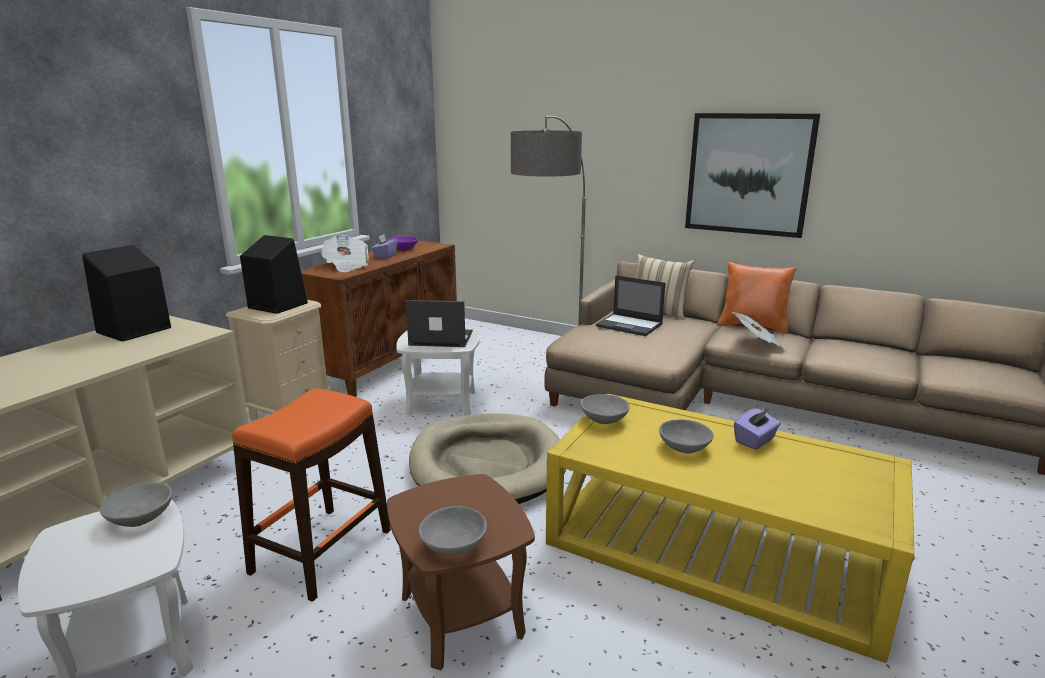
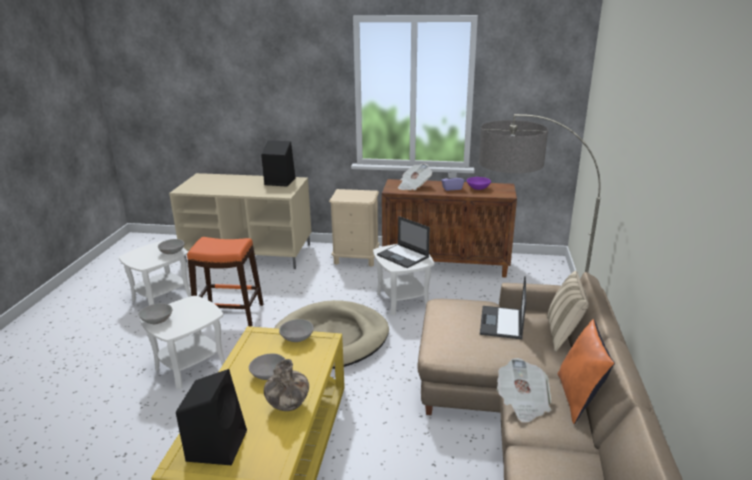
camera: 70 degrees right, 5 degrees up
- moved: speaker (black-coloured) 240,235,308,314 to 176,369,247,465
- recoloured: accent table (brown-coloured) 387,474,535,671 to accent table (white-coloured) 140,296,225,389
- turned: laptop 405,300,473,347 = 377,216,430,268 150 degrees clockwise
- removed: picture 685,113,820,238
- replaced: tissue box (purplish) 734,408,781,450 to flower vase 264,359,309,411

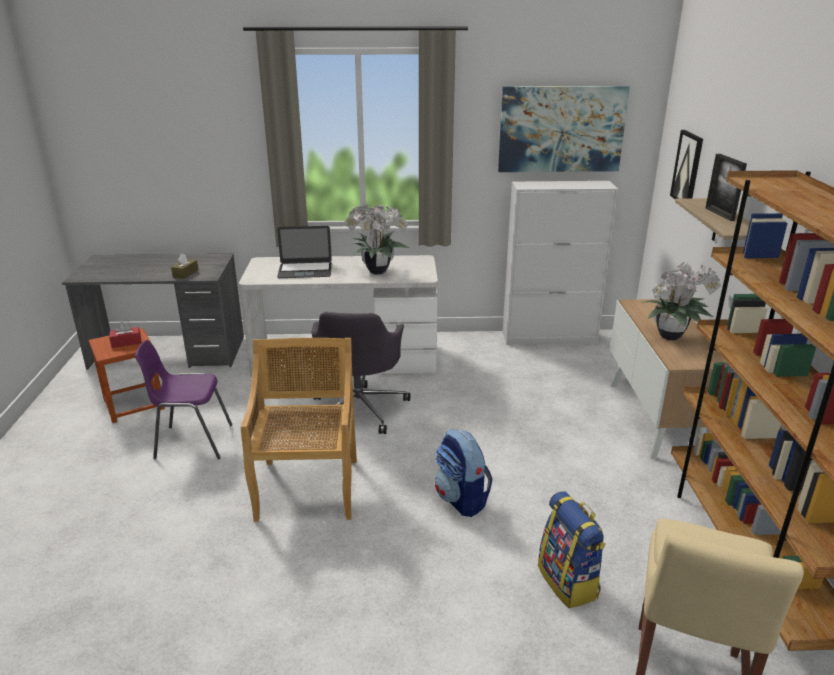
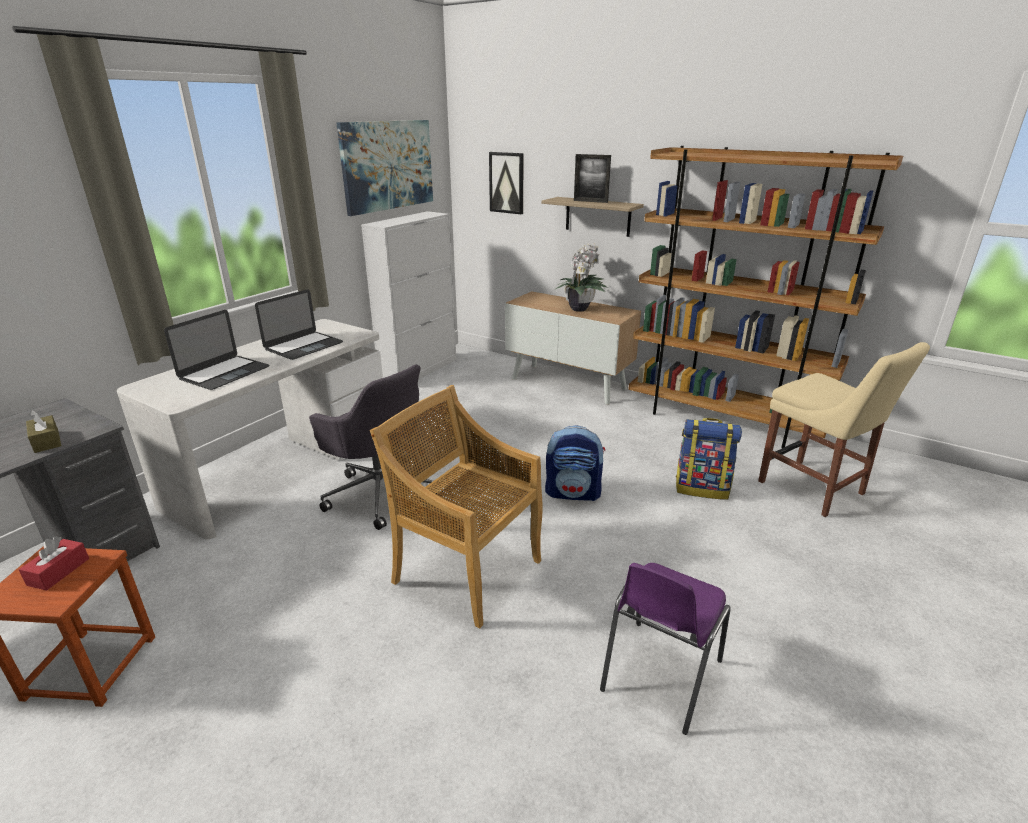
camera: 55 degrees left, 0 degrees up
- moved: upright chair (purplish) 135,340,233,459 to 600,563,731,735
- replaced: potted plant 344,203,409,274 to laptop 255,289,343,360

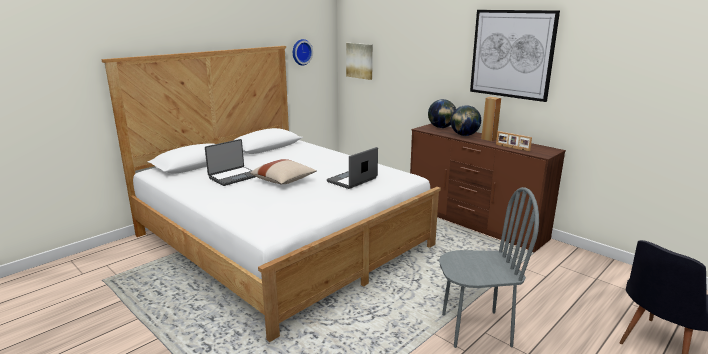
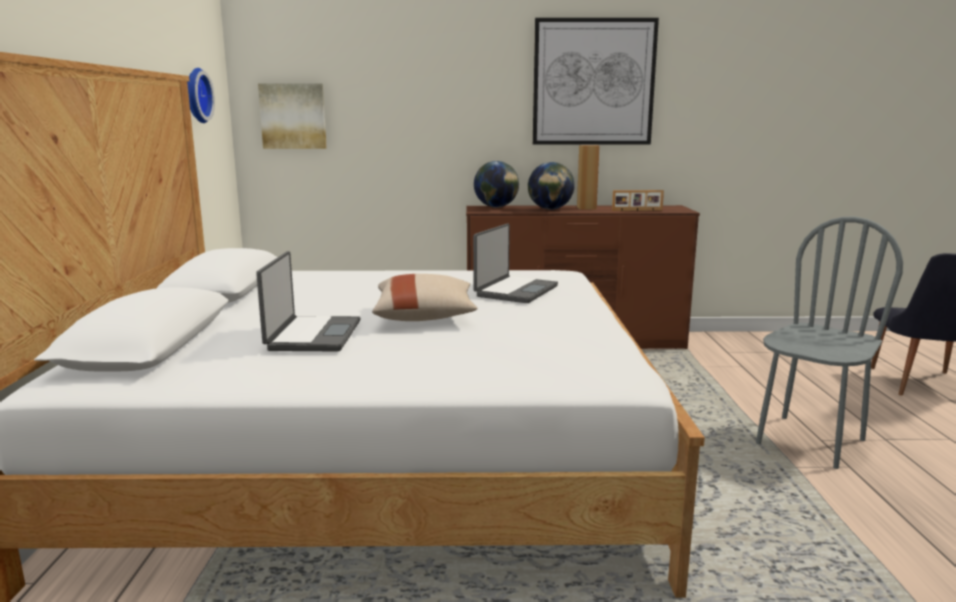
camera: 45 degrees left, 5 degrees down
- turned: laptop 327,147,378,189 = 473,224,558,303 150 degrees counterclockwise

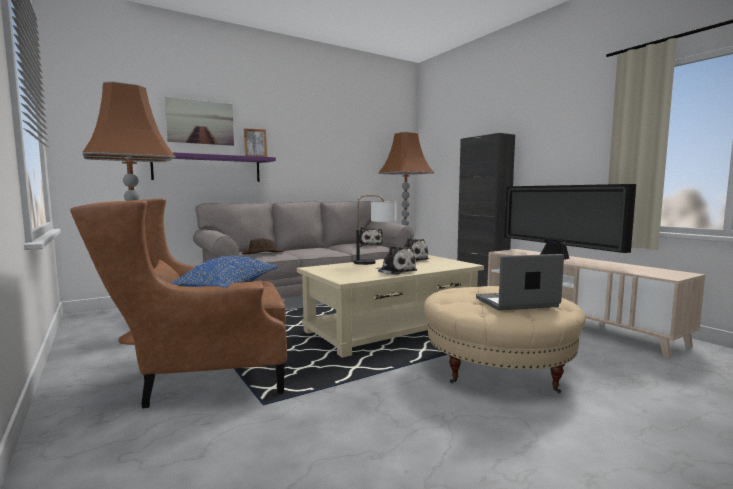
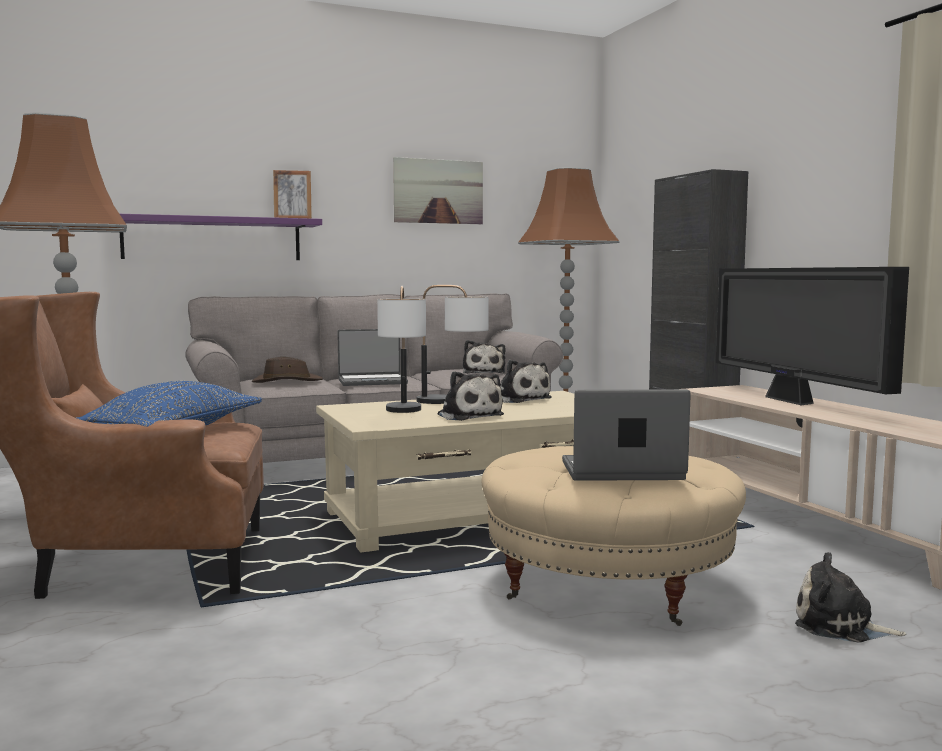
camera: 10 degrees right, 0 degrees up
- moved: picture 165,96,234,146 to 393,157,483,224
- added: laptop 337,329,408,386
- added: table lamp 377,286,426,413
- added: plush toy 795,552,906,643

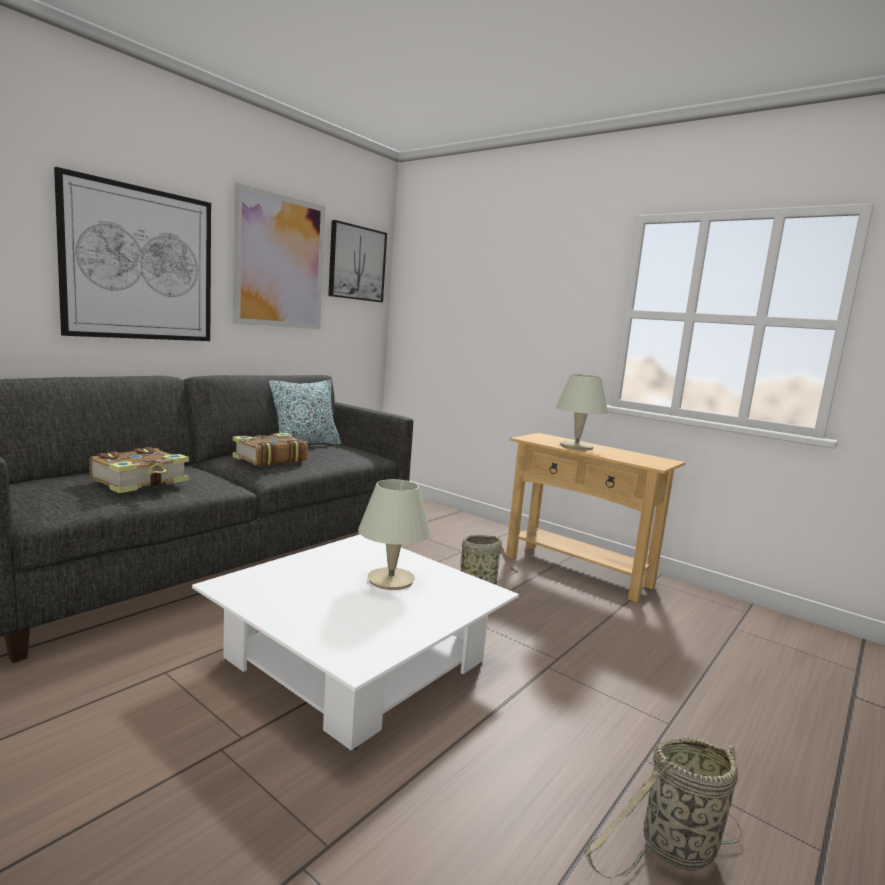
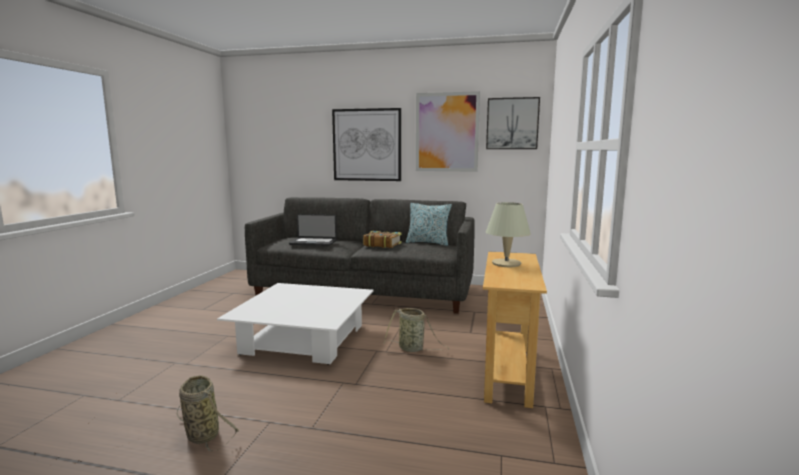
camera: 65 degrees right, 0 degrees up
- replaced: volume 89,447,189,493 to laptop 289,214,337,246
- removed: table lamp (sand-coloured) 358,479,431,590

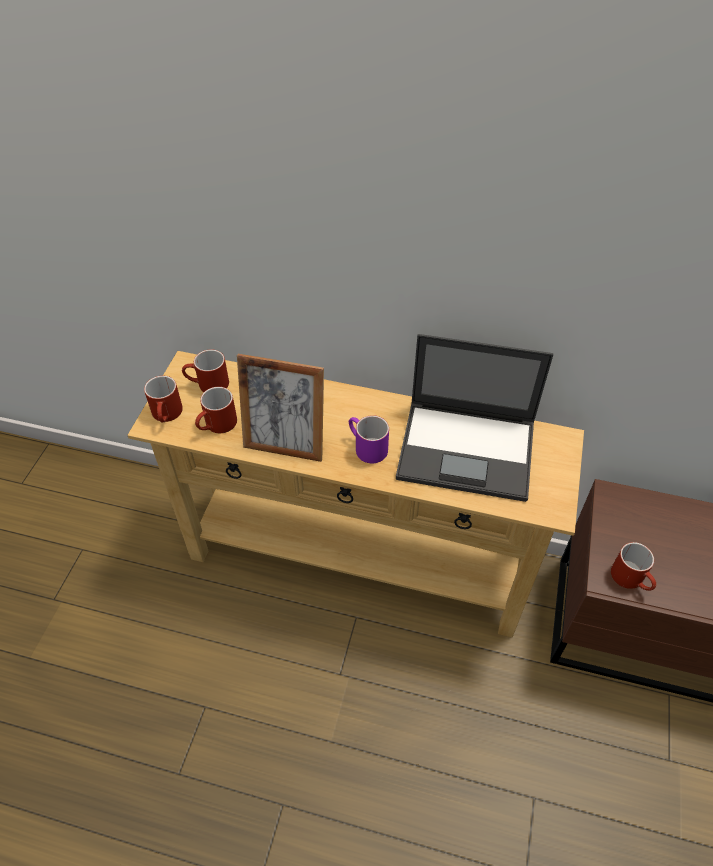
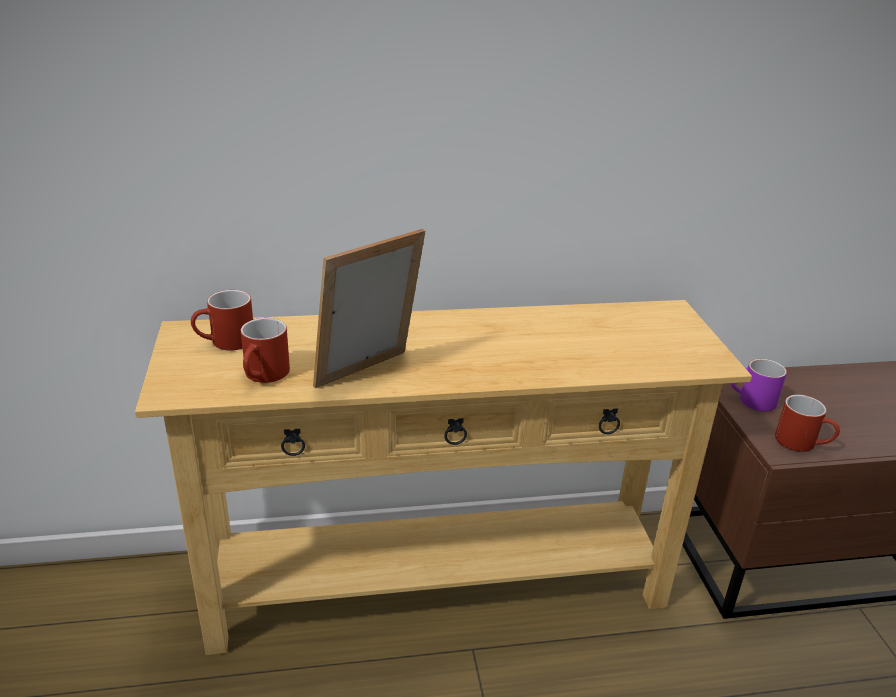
camera: 25 degrees left, 20 degrees down
- removed: mug (reddish) 144,376,183,422
- turned: picture frame 237,354,324,462 = 313,229,425,388 150 degrees clockwise
- moved: mug (purplish) 349,415,389,463 to 730,359,787,412
- removed: laptop 396,334,553,502

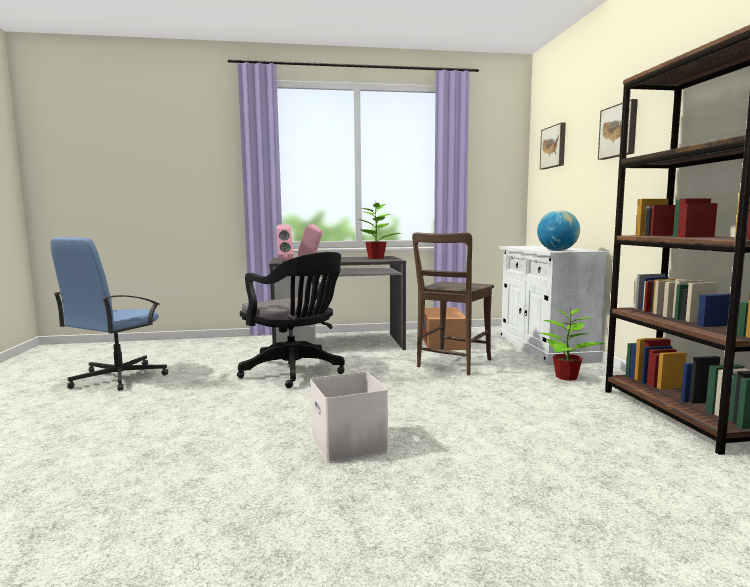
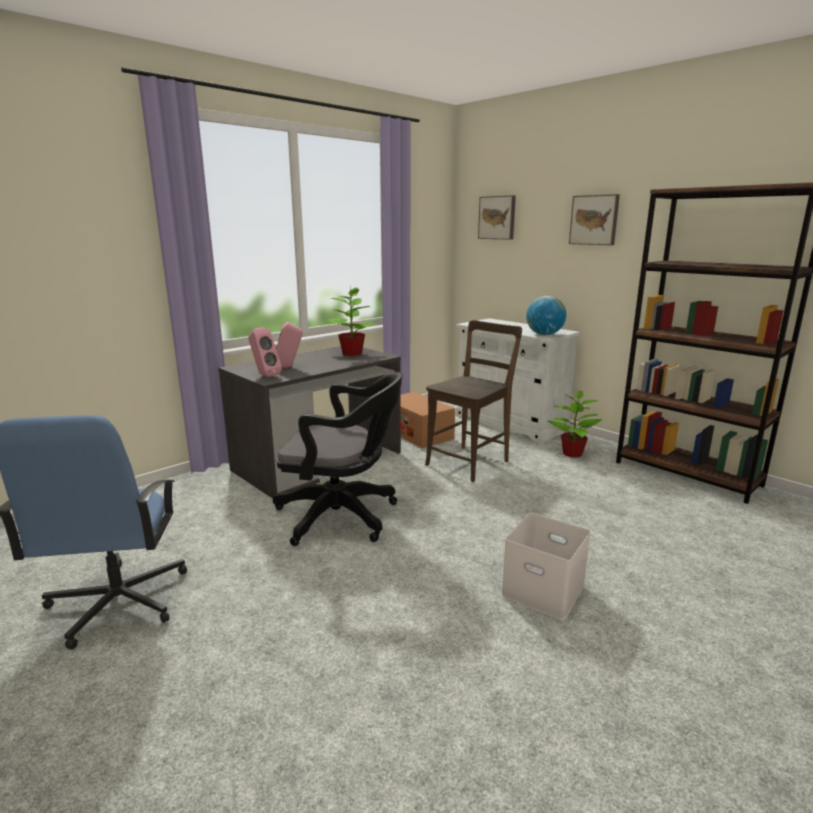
camera: 35 degrees left, 10 degrees up
- turned: upright chair (brown-coloured) 412,232,494,375 = 425,320,522,482 135 degrees counterclockwise

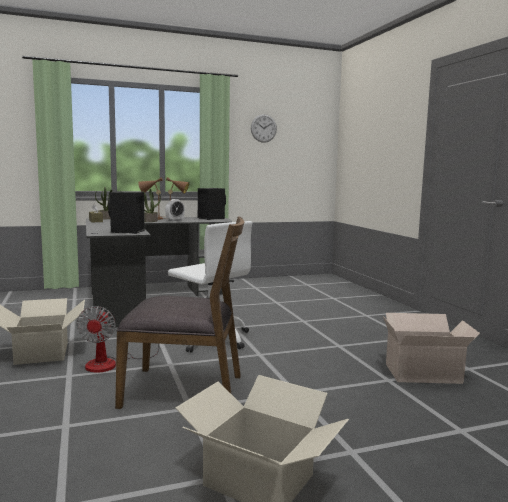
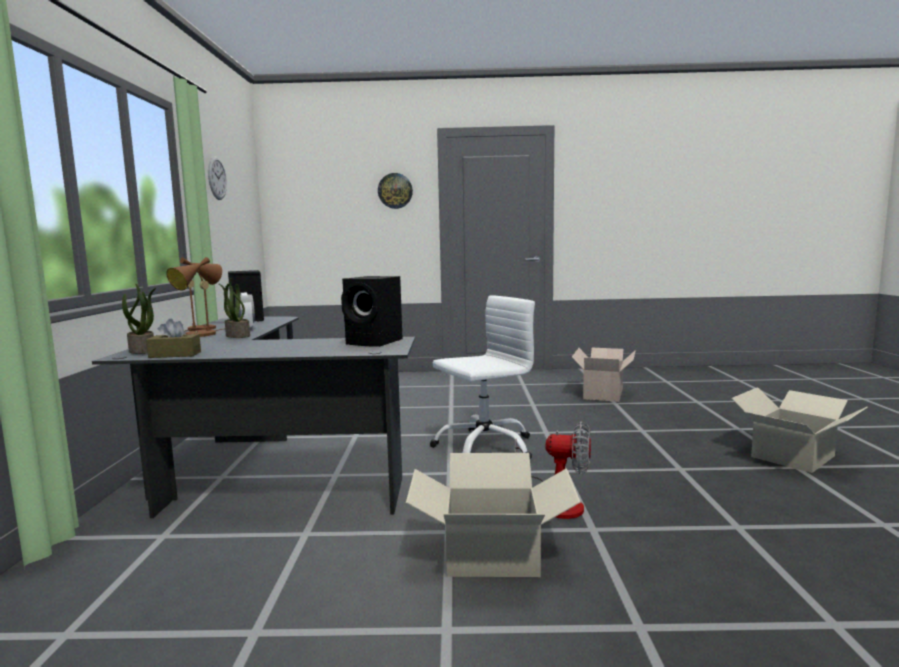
camera: 70 degrees left, 0 degrees up
- removed: upright chair (brown-coloured) 115,216,244,409
- added: hanging clock 378,173,413,209

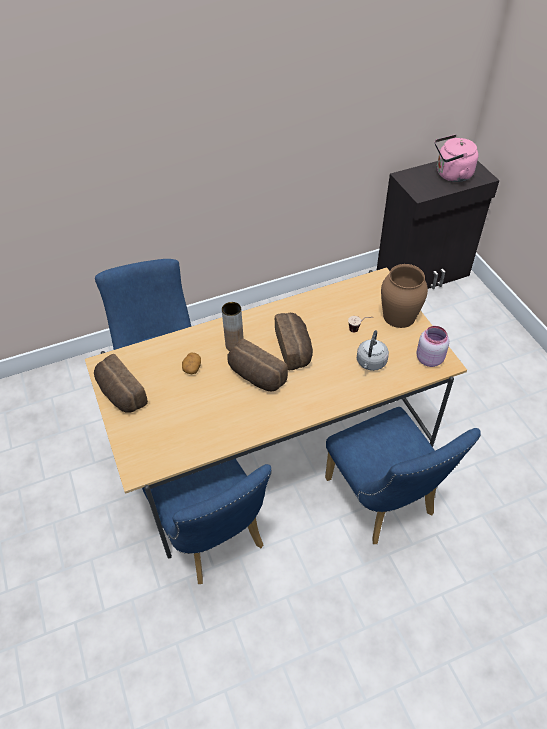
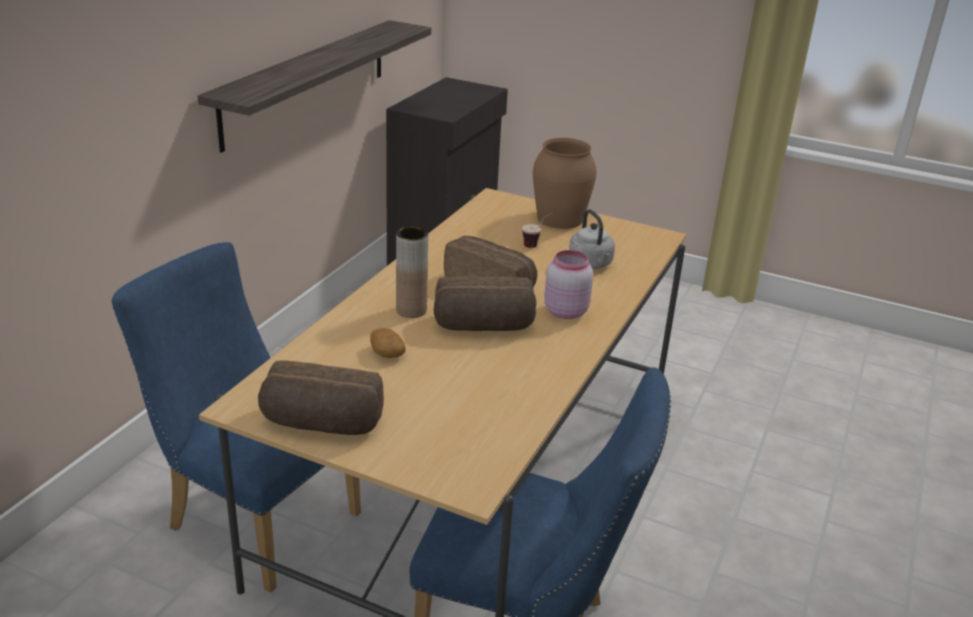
camera: 45 degrees left, 20 degrees down
- removed: upright chair (bluish) 325,407,481,544
- moved: preserve jar (pink-coloured) 416,326,449,367 to 544,250,593,319
- removed: kettle (pink-coloured) 435,134,478,182
- added: shelf 198,20,431,153

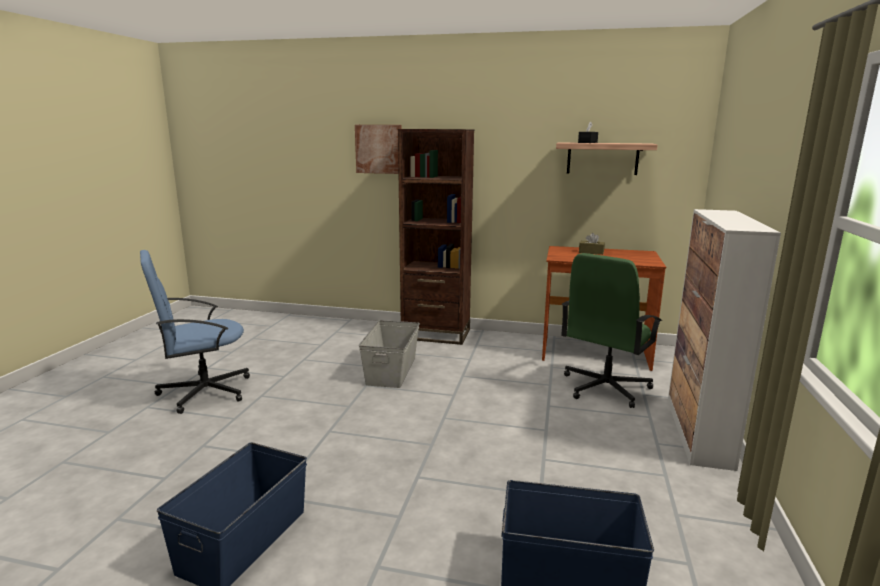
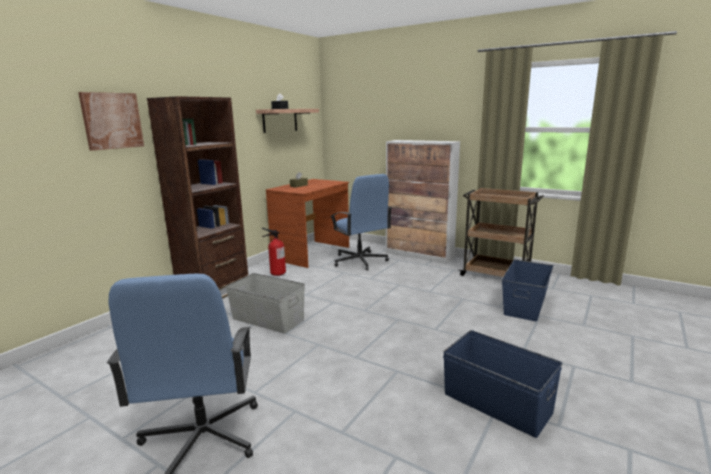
camera: 70 degrees left, 0 degrees up
- recoloured: office chair (greenish) 561,253,662,408 to office chair (bluish) 330,174,392,270
- added: fire-fighting cylinder 261,228,286,276
- added: trolley (brown-coloured) 459,188,544,277

